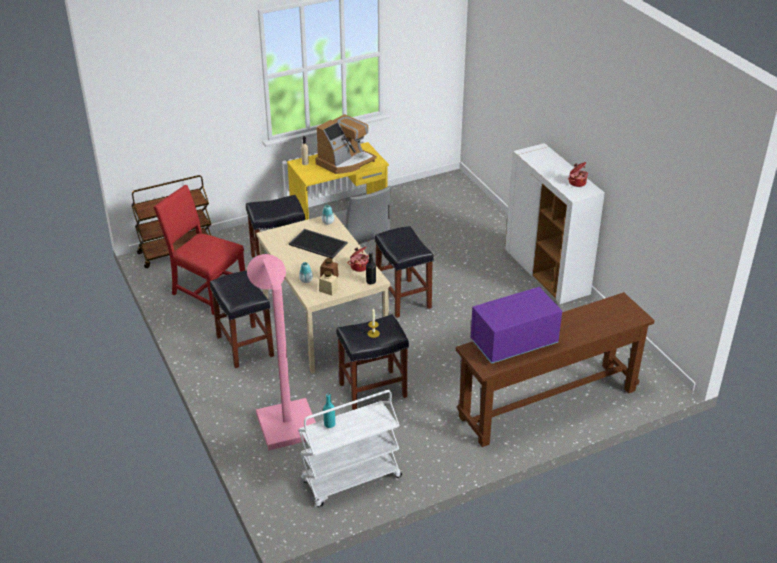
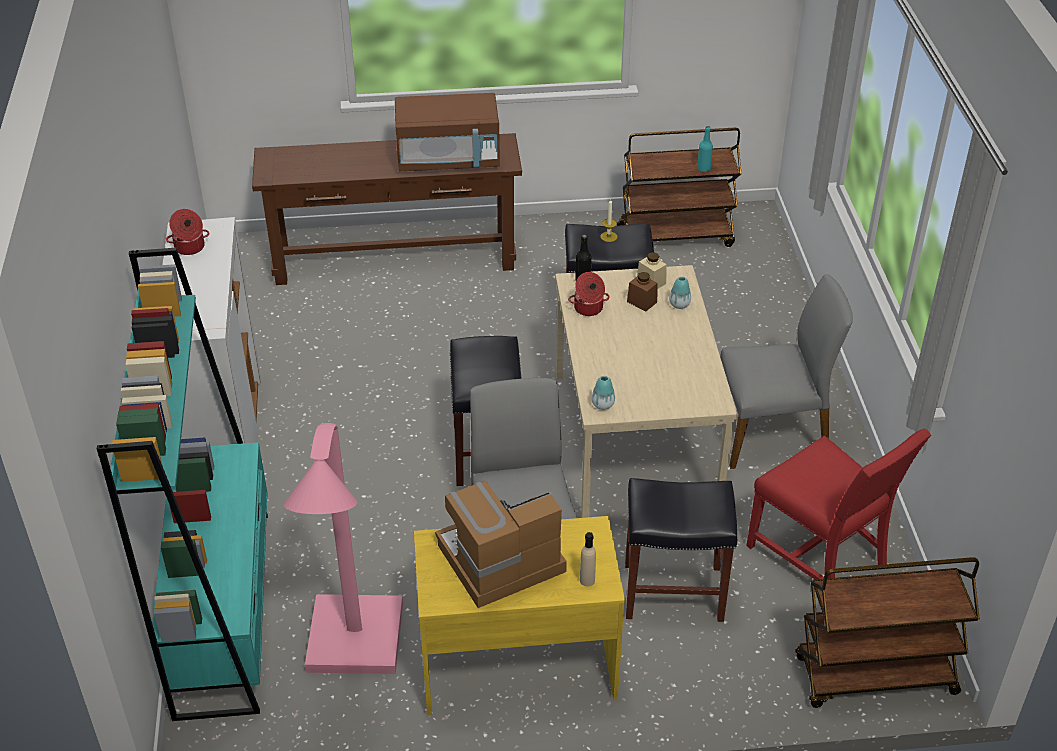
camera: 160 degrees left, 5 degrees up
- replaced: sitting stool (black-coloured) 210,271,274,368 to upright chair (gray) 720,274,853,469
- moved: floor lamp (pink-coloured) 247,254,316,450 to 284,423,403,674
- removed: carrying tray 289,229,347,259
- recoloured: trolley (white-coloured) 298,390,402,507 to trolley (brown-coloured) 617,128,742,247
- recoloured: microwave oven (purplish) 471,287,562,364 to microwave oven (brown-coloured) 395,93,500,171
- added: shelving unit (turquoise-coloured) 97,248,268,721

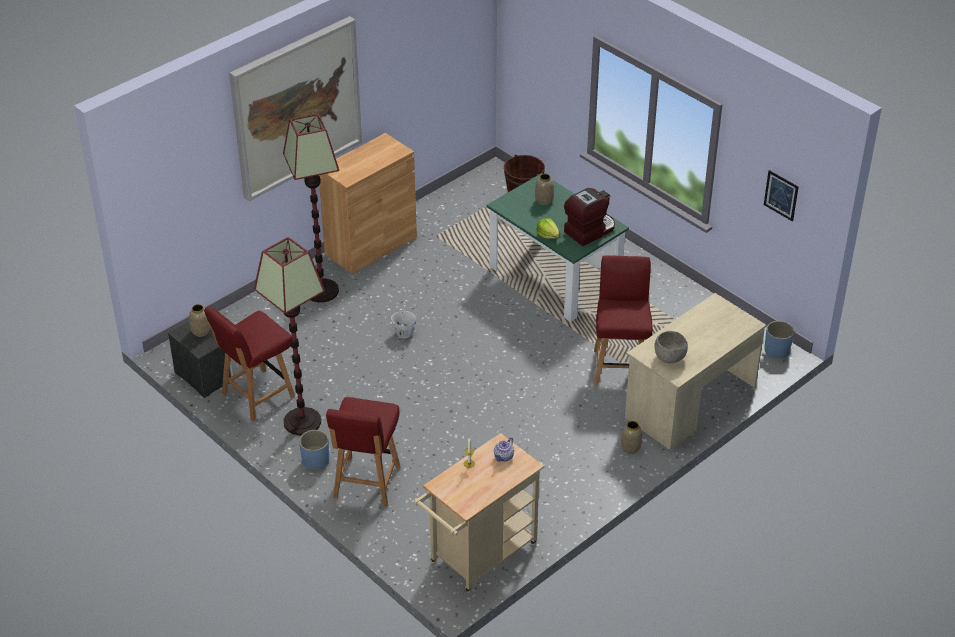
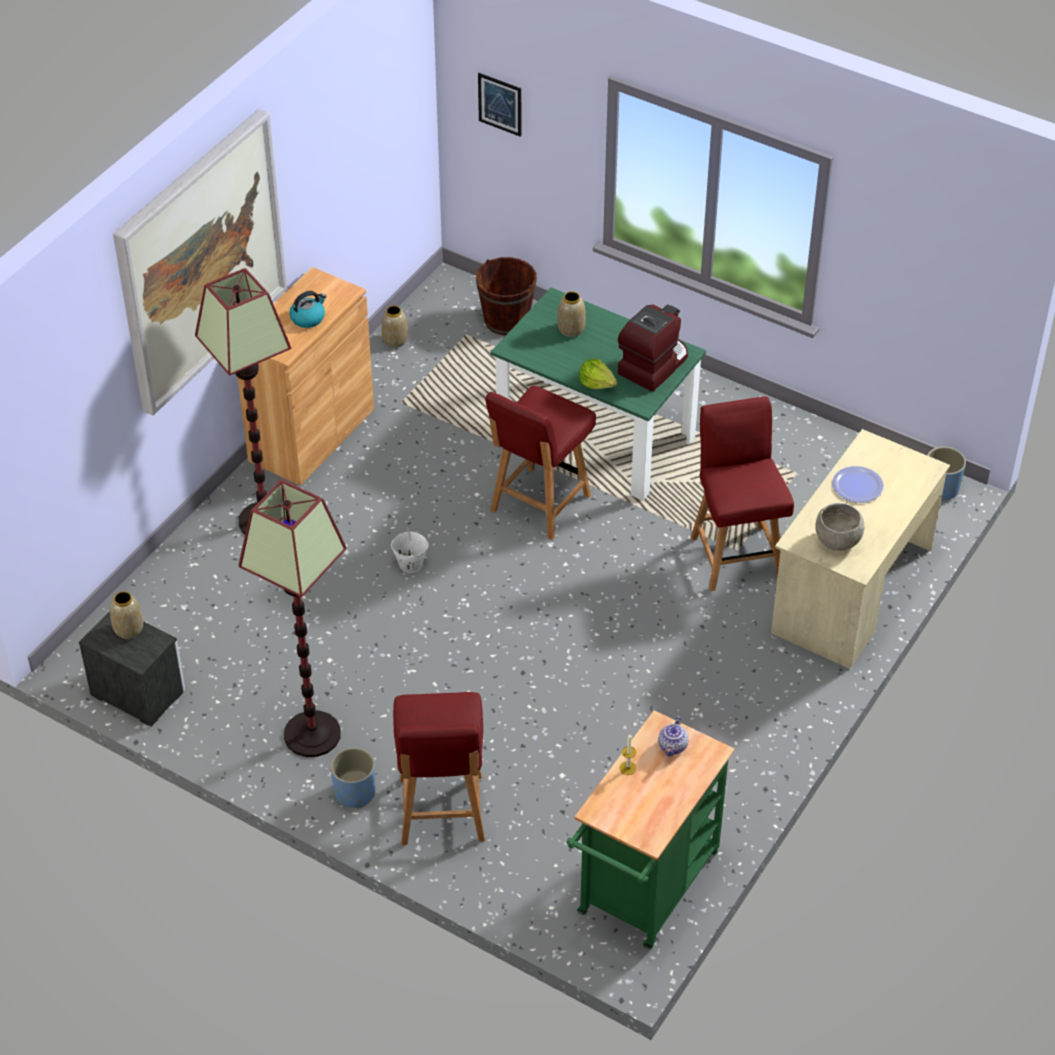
camera: 15 degrees left, 5 degrees up
- moved: upright chair (reddish) 204,307,295,421 to 485,386,596,540
- recoloured: trolley (sand-coloured) 414,433,544,593 to trolley (greenish) 567,710,735,949
- moved: flower vase 621,421,642,454 to 381,305,408,348
- moved: picture 764,170,799,221 to 478,73,521,137
- added: kettle 289,291,327,328
- added: plate 832,466,884,503

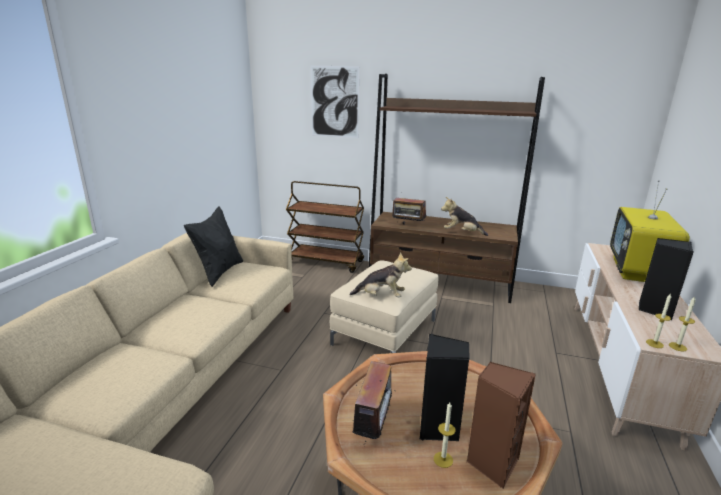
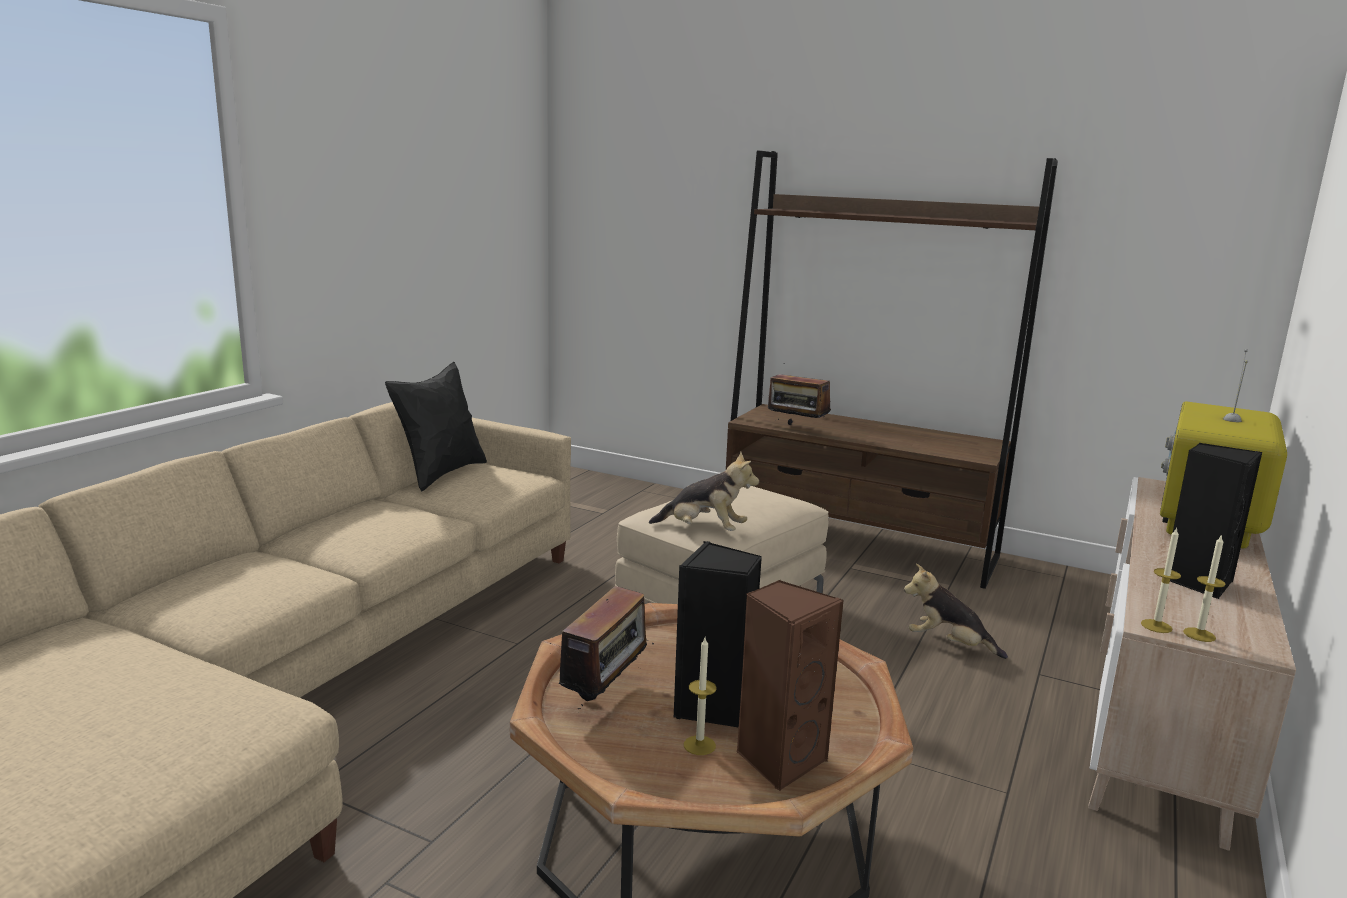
camera: 10 degrees right, 5 degrees down
- removed: trolley (brown-coloured) 286,181,364,273
- removed: picture 310,66,359,138
- moved: plush toy 441,197,488,236 to 904,563,1008,659

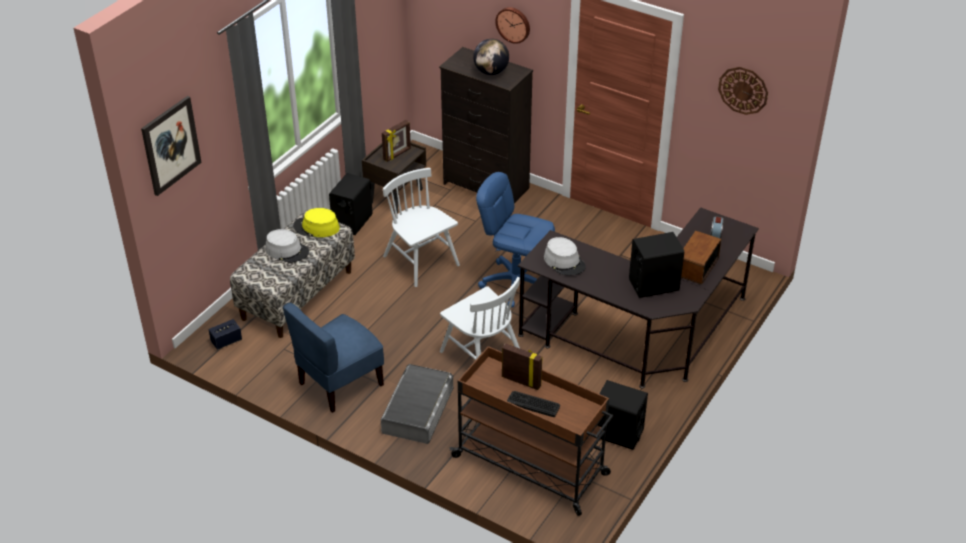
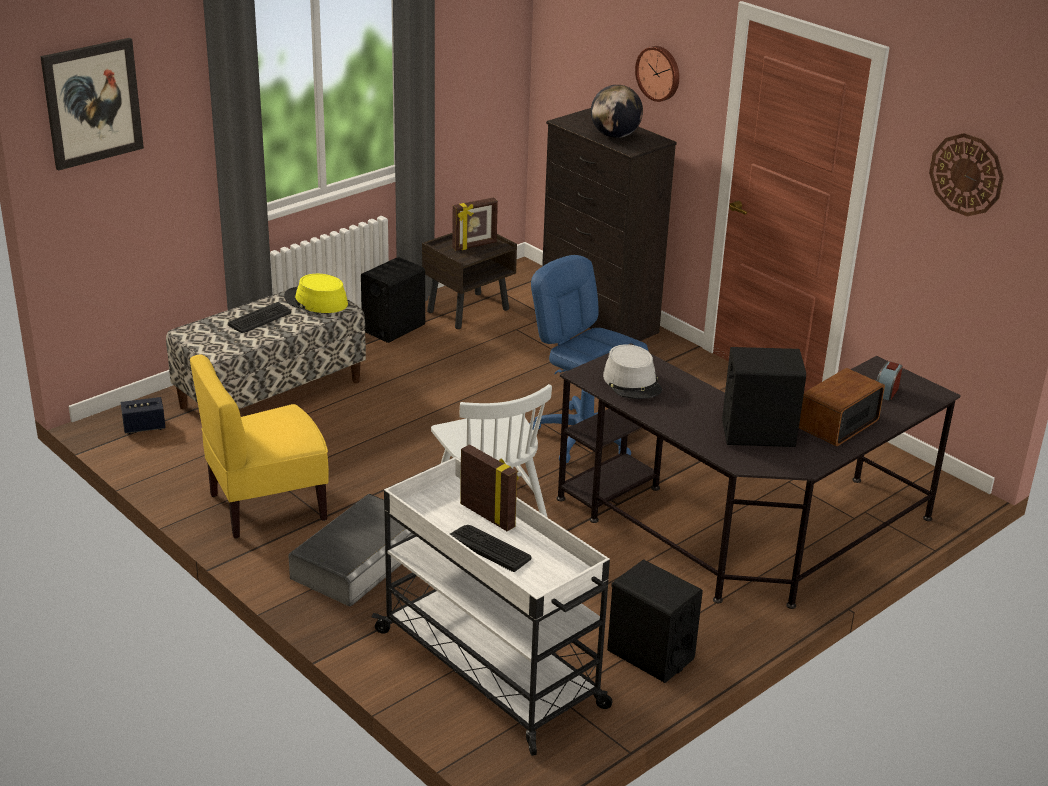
camera: 15 degrees right, 10 degrees down
- replaced: wearable hat (gray) 265,229,309,263 to computer keyboard 228,302,291,333
- recoloured: upright chair (bluish) 283,302,384,413 to upright chair (yellow) 190,354,329,539
- removed: upright chair (white-coloured) 383,168,460,287
- recoloured: trolley (brown-coloured) 449,346,613,516 to trolley (white-coloured) 372,457,612,756

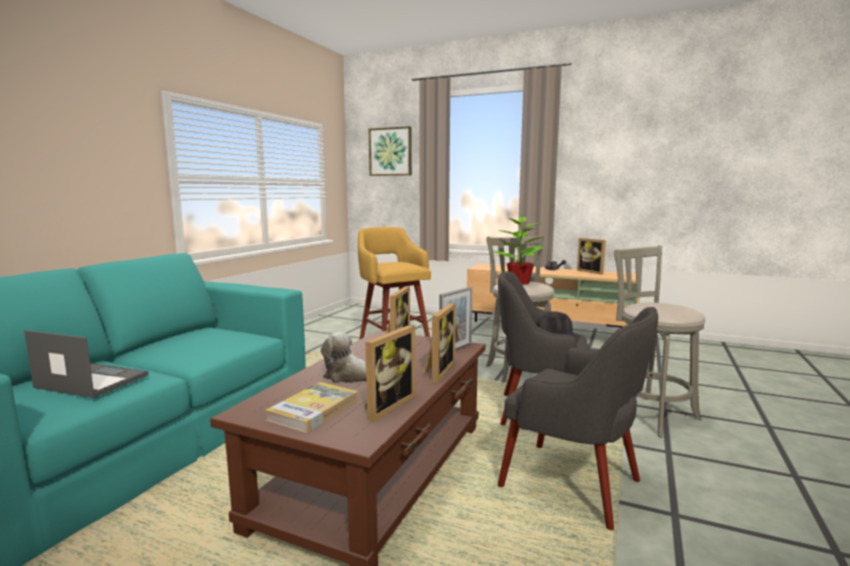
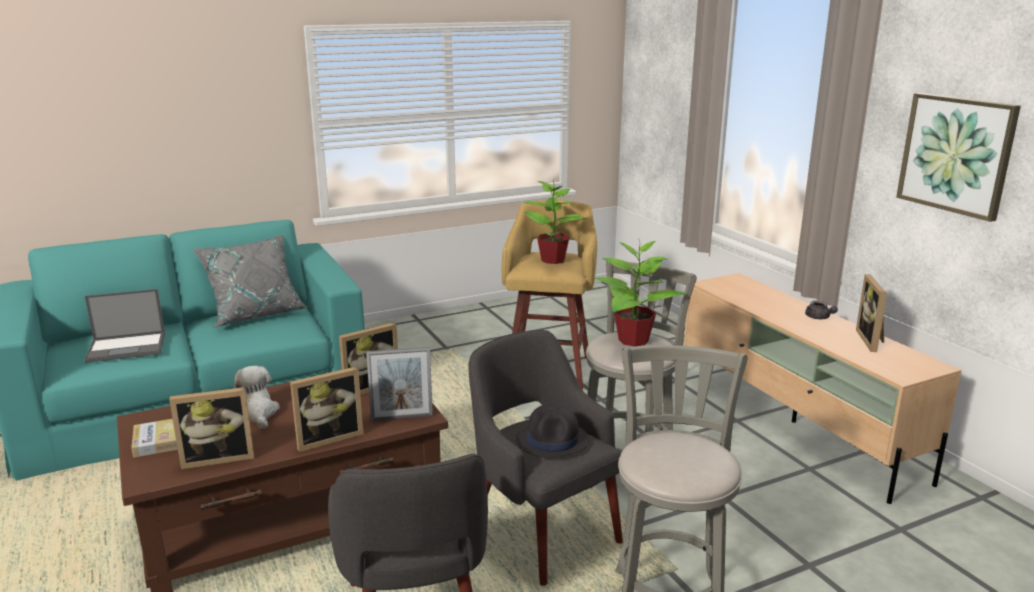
camera: 40 degrees right, 10 degrees up
- turned: laptop 24,330,149,398 = 84,289,165,363 105 degrees clockwise
- moved: picture 369,126,412,176 to 896,93,1021,222
- added: throw pillow (gray) 192,234,308,328
- added: potted plant 523,177,588,264

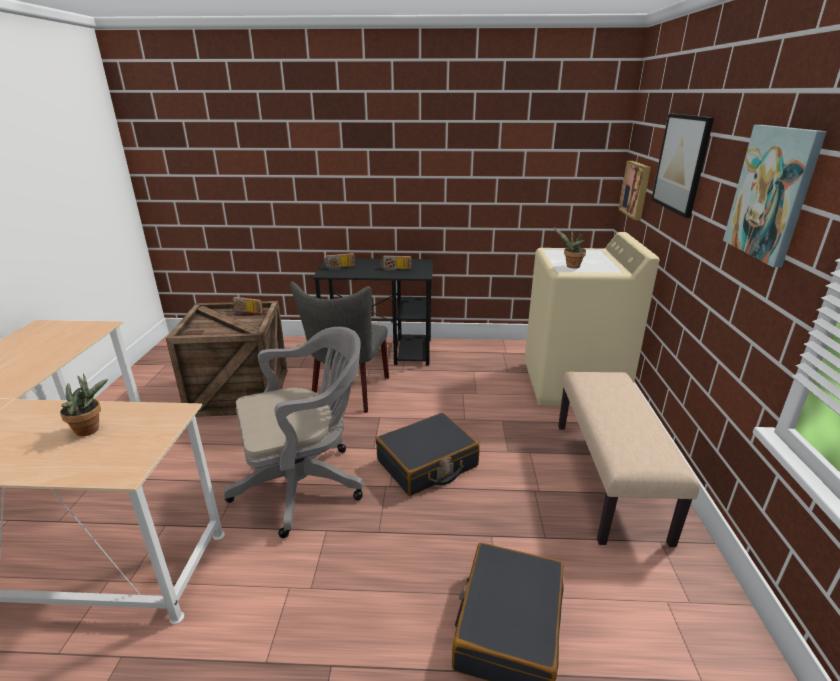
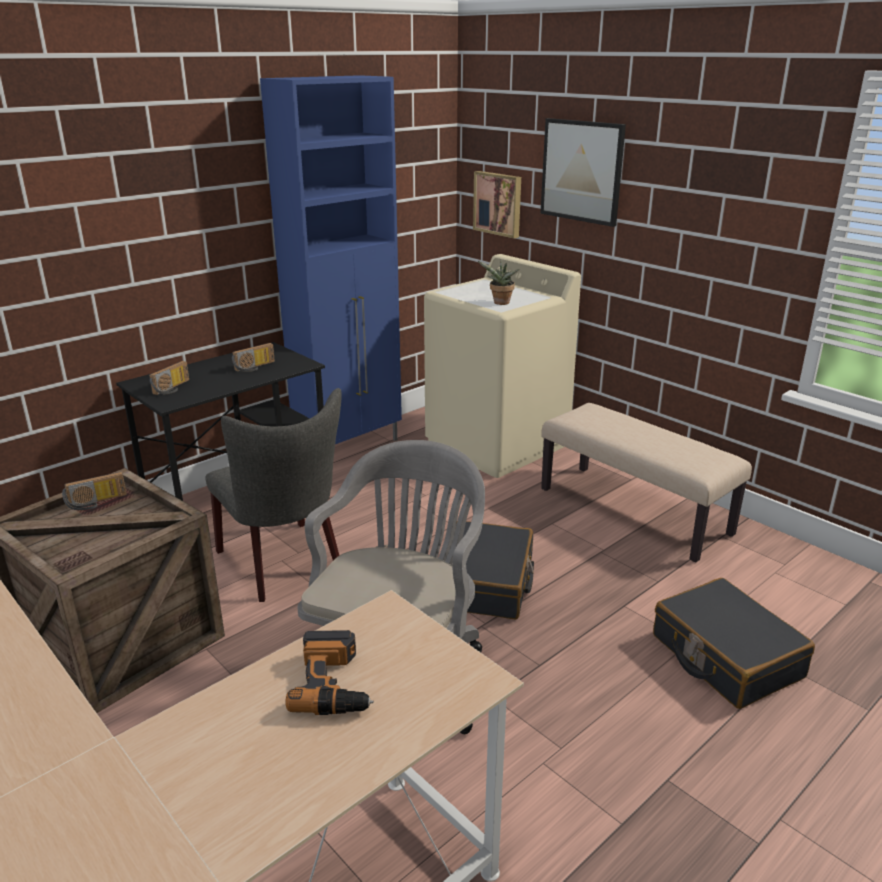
camera: 45 degrees left, 0 degrees up
- replaced: potted plant 60,373,108,436 to electric drill 286,630,374,715
- removed: picture 723,125,827,267
- added: cabinet (bluish) 260,75,402,444

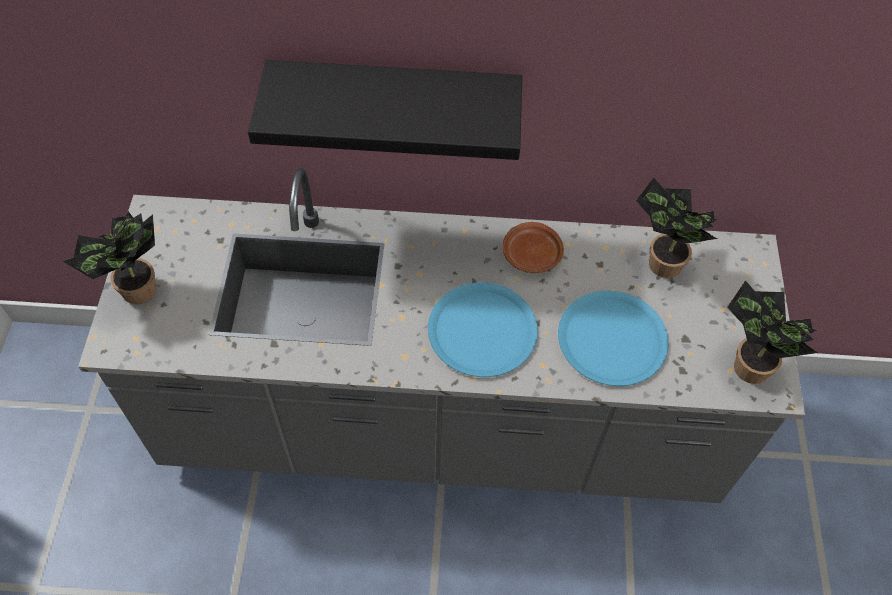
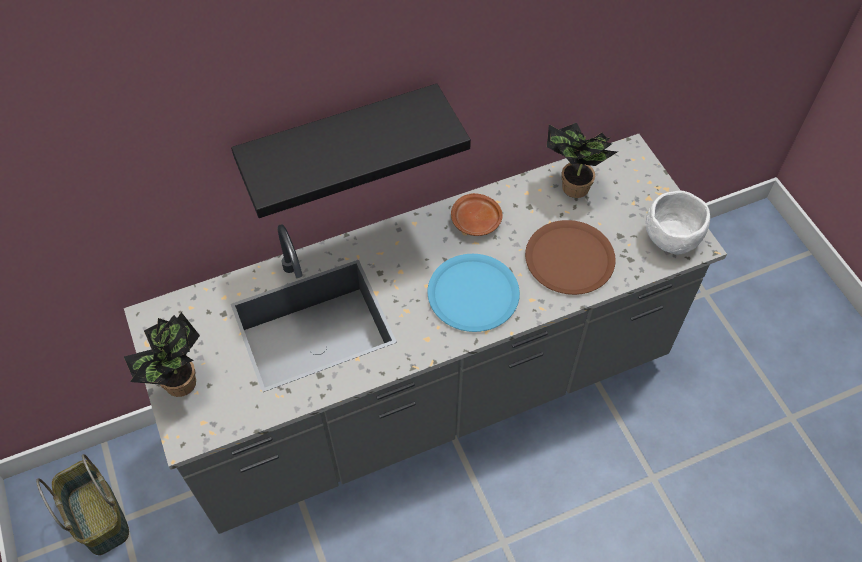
camera: 25 degrees left, 0 degrees up
- recoloured: plate (bluish) 558,291,669,386 to plate (brown-coloured) 525,220,616,295
- replaced: potted plant 727,280,817,384 to deep dish (white-coloured) 646,191,710,255
- added: household basket 36,454,129,555

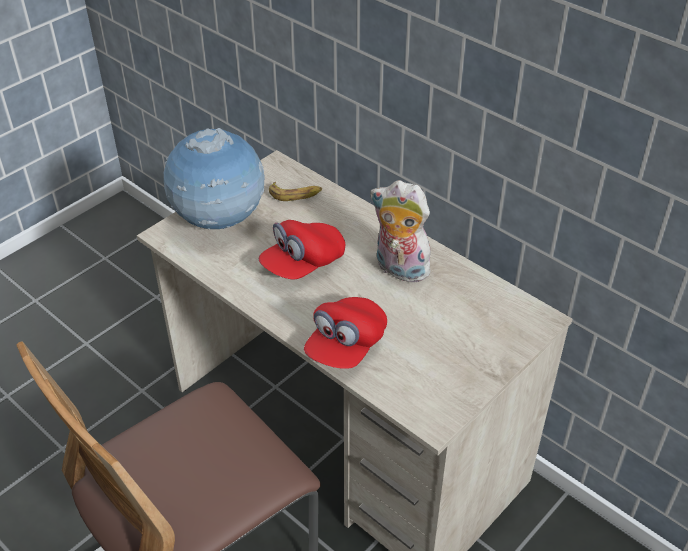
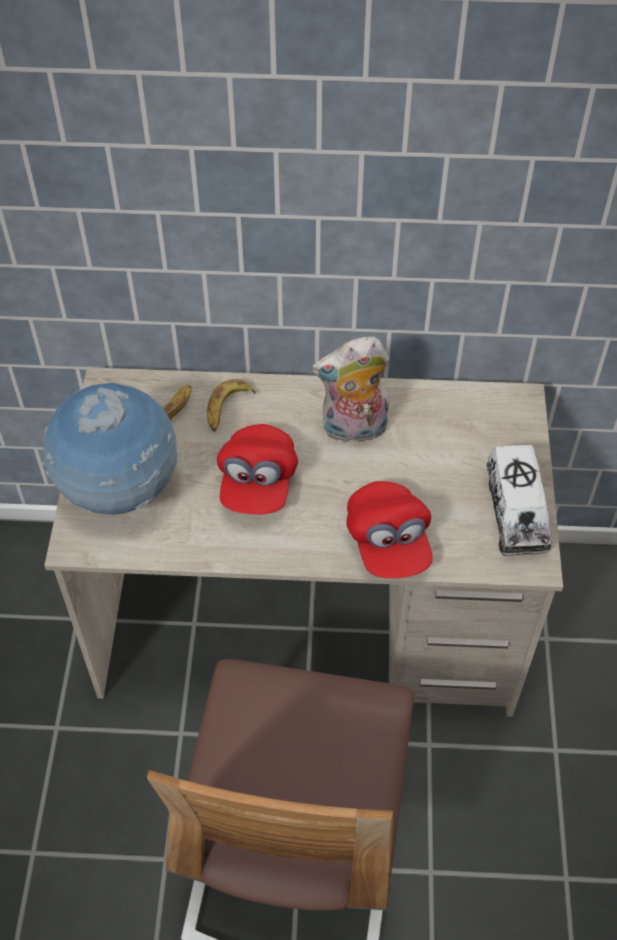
camera: 40 degrees left, 10 degrees up
- added: banana 207,379,256,432
- added: toy truck 486,445,552,556

